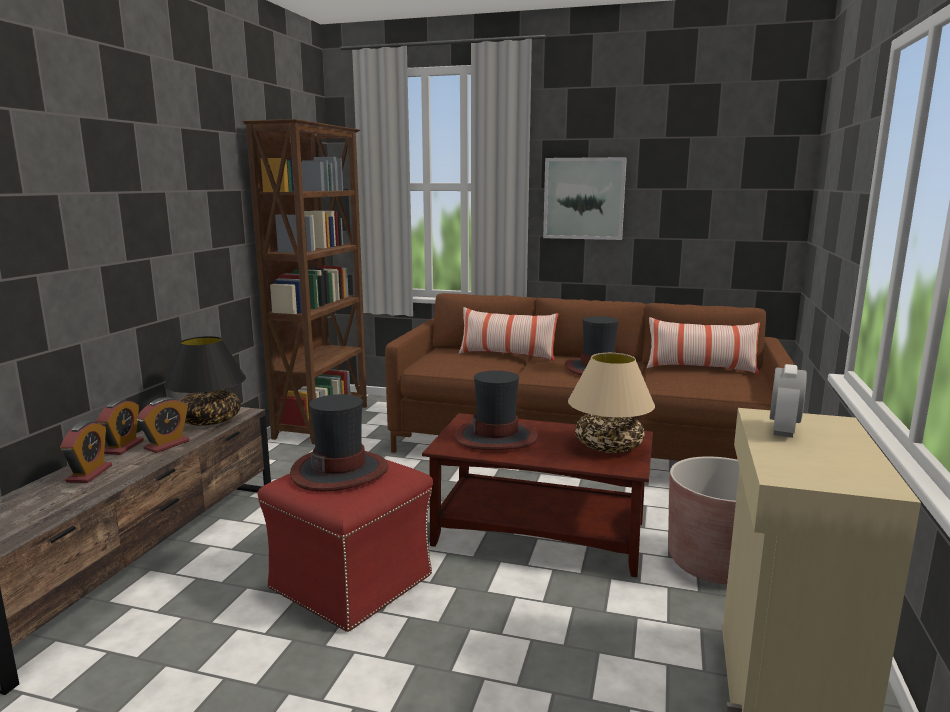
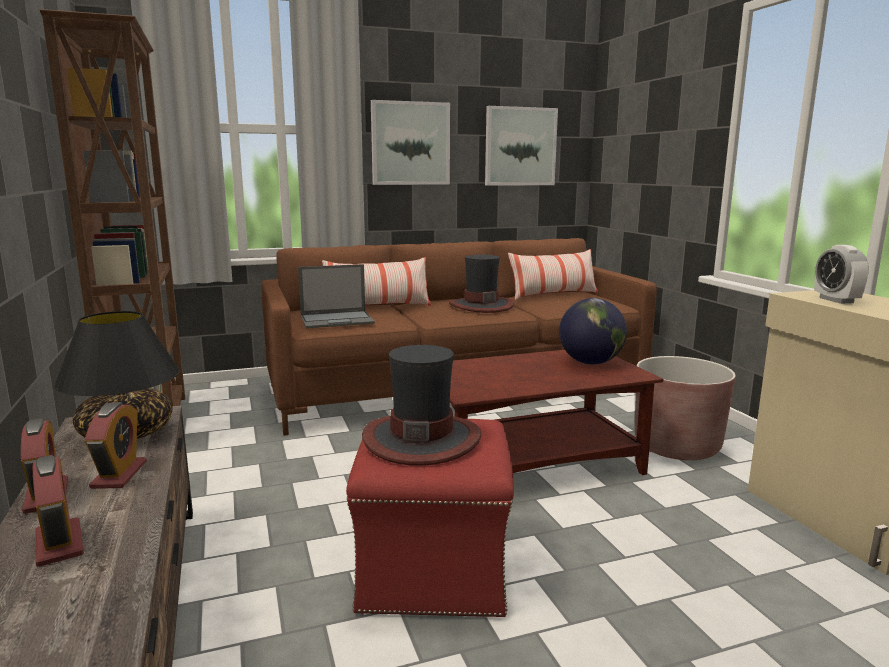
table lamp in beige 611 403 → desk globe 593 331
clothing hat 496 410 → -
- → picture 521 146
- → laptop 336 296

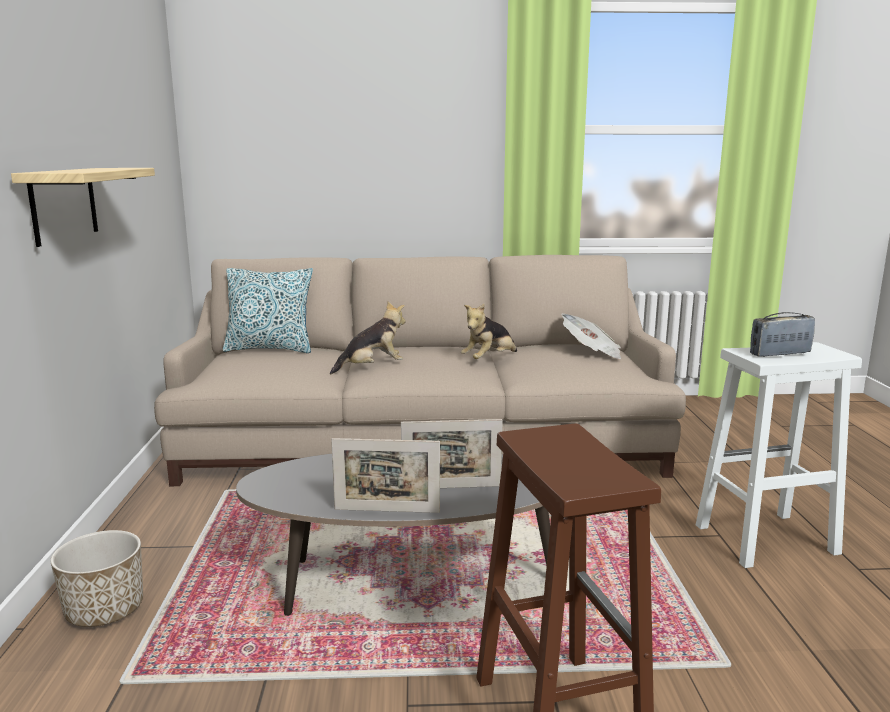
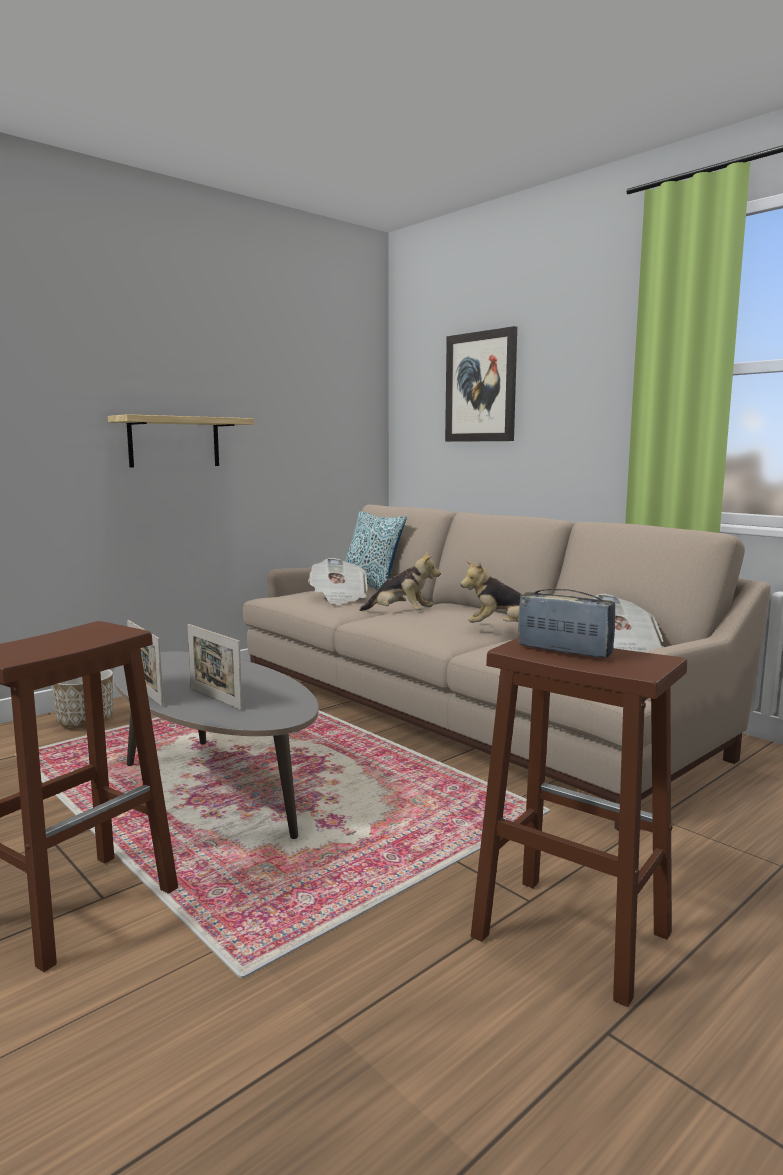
stool in whitish 779 455 → stool in brown 579 822
- → picture 481 384
- → newspaper 337 581

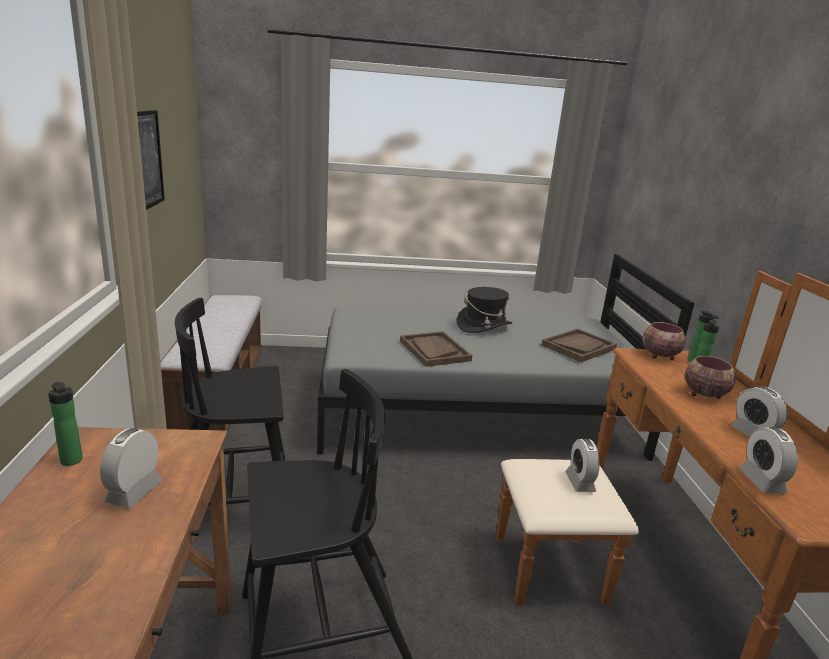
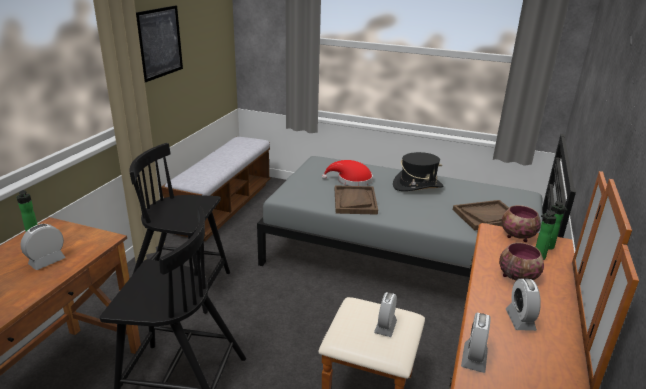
- → clothing hat in red-coloured 347 173

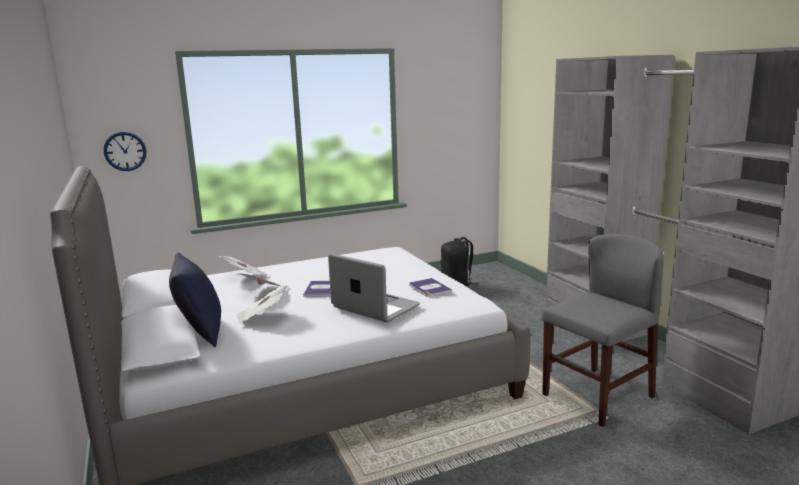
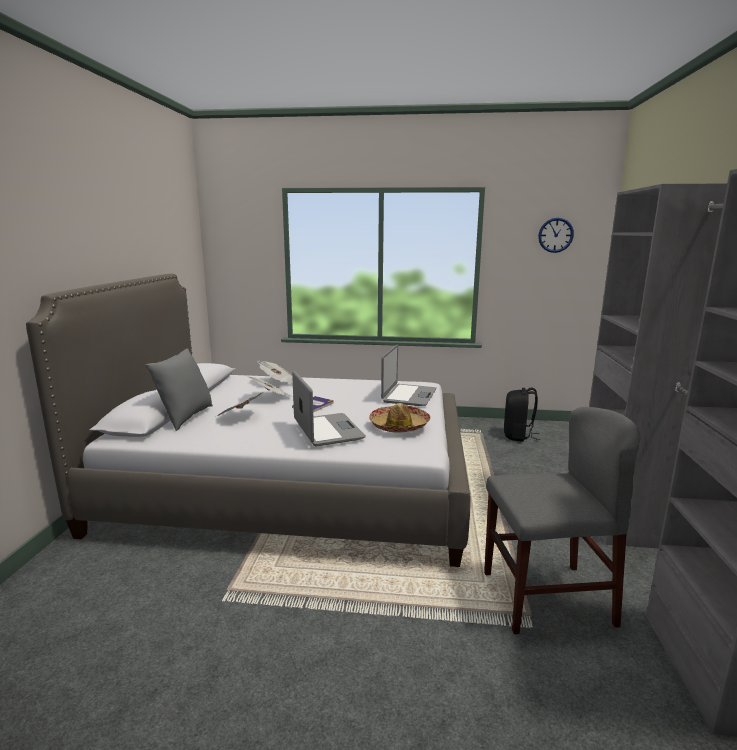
clock on the wall 125 151 → clock on the wall 556 235, shifted
throw pillow in blue 195 300 → throw pillow in greyish 179 390
volume 430 287 → clothing hat 399 418
- → laptop 409 375

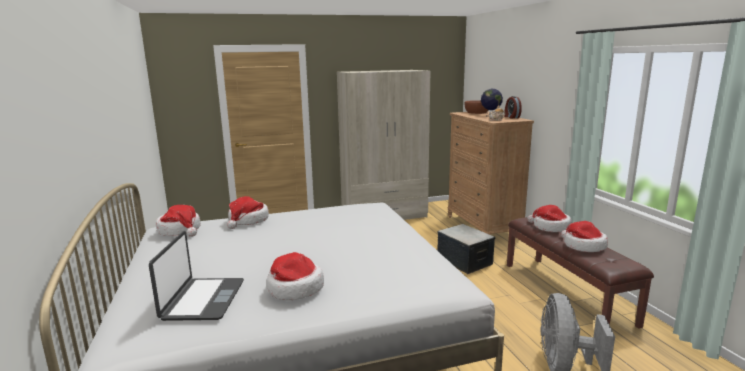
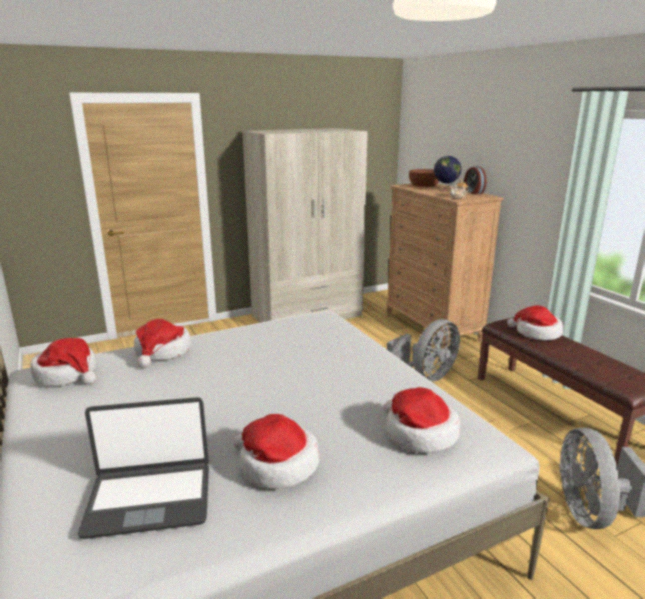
clothing hat 584 236 → clothing hat 422 420, shifted
storage box 466 249 → electric fan in greyish 423 350
laptop 196 276 → laptop 143 468, 90 degrees clockwise

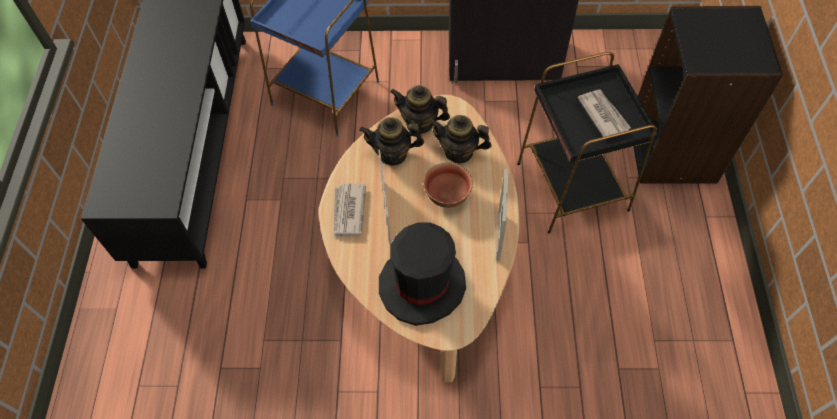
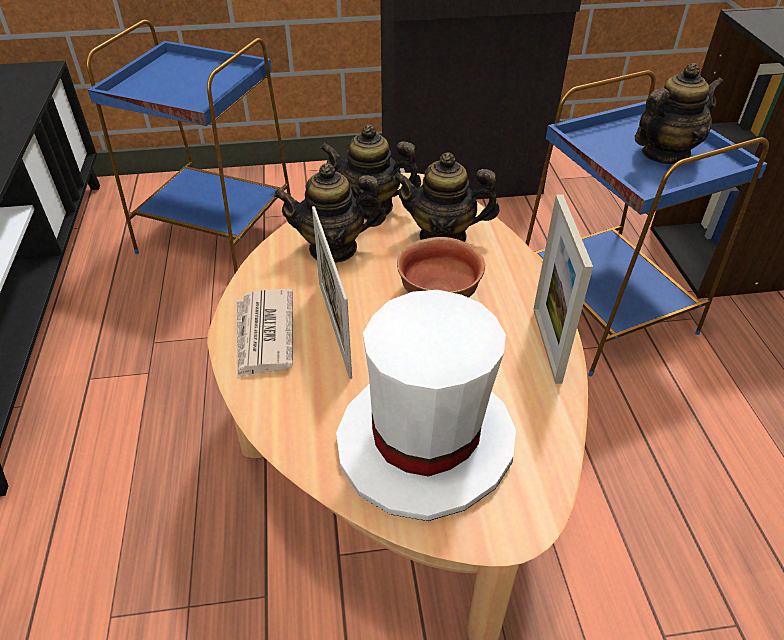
side table in blackish 588 142 → side table in blue 647 223
newspaper 604 113 → teapot 679 113
clothing hat in blackish 422 274 → clothing hat in whitish 426 405

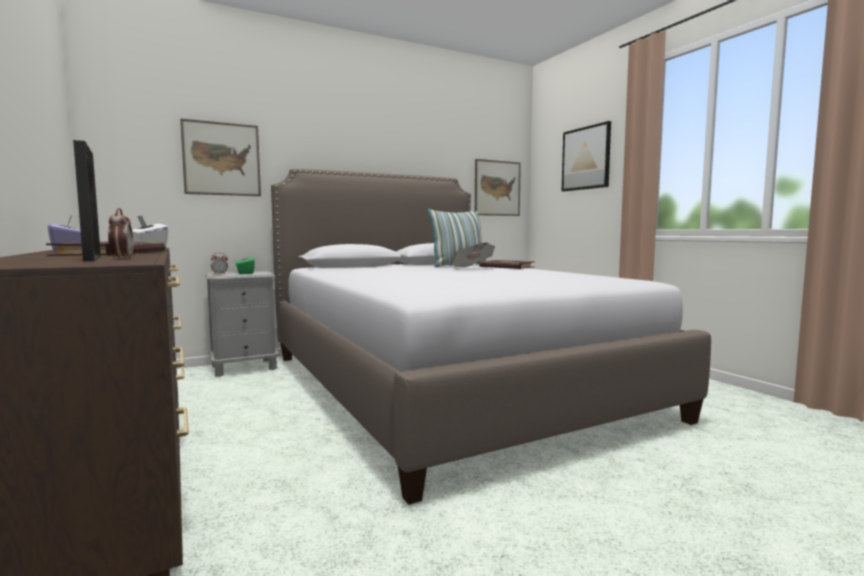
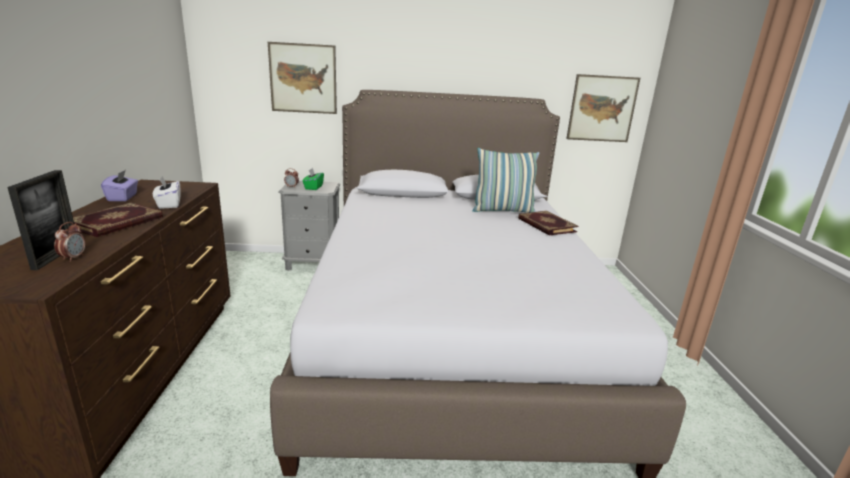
picture 586 156 → -
newspaper 472 255 → -

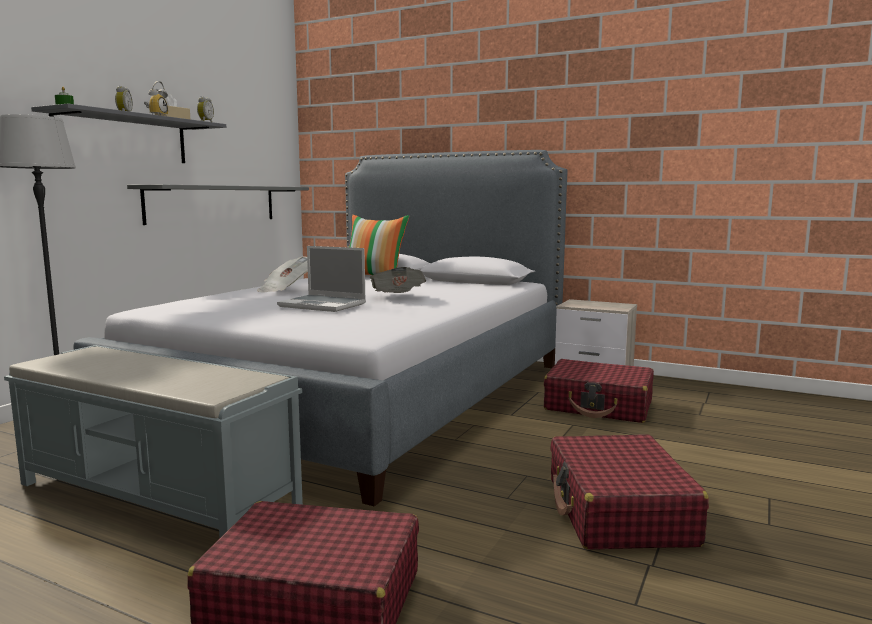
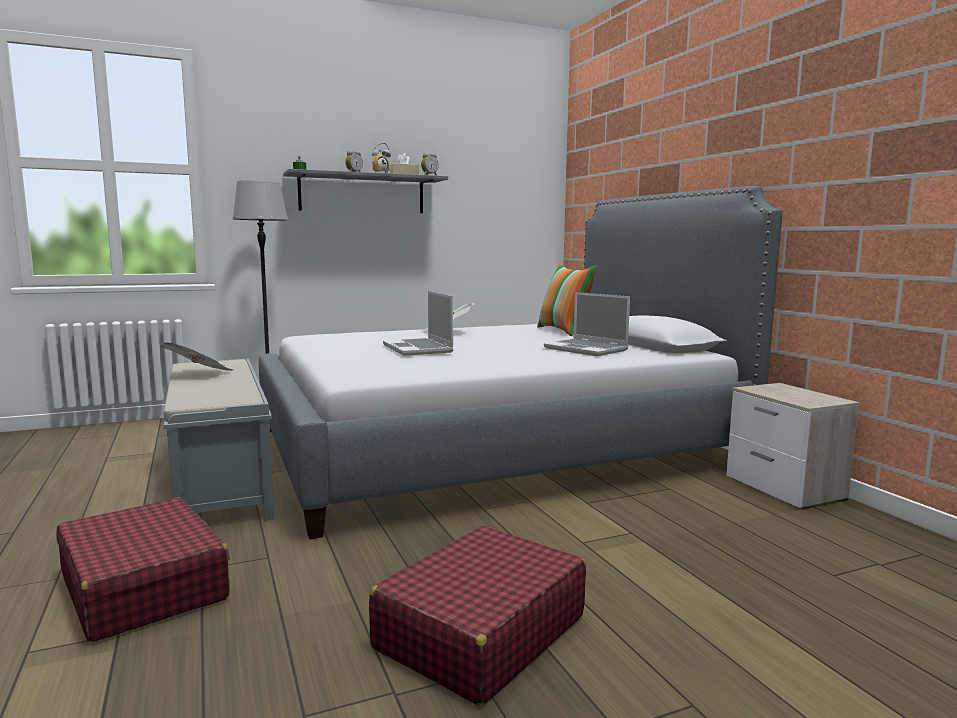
shelf in greyish 218 204 → -
newspaper 398 280 → newspaper 197 357, shifted
travel case in red-coloured 599 391 → -
- → laptop 587 324

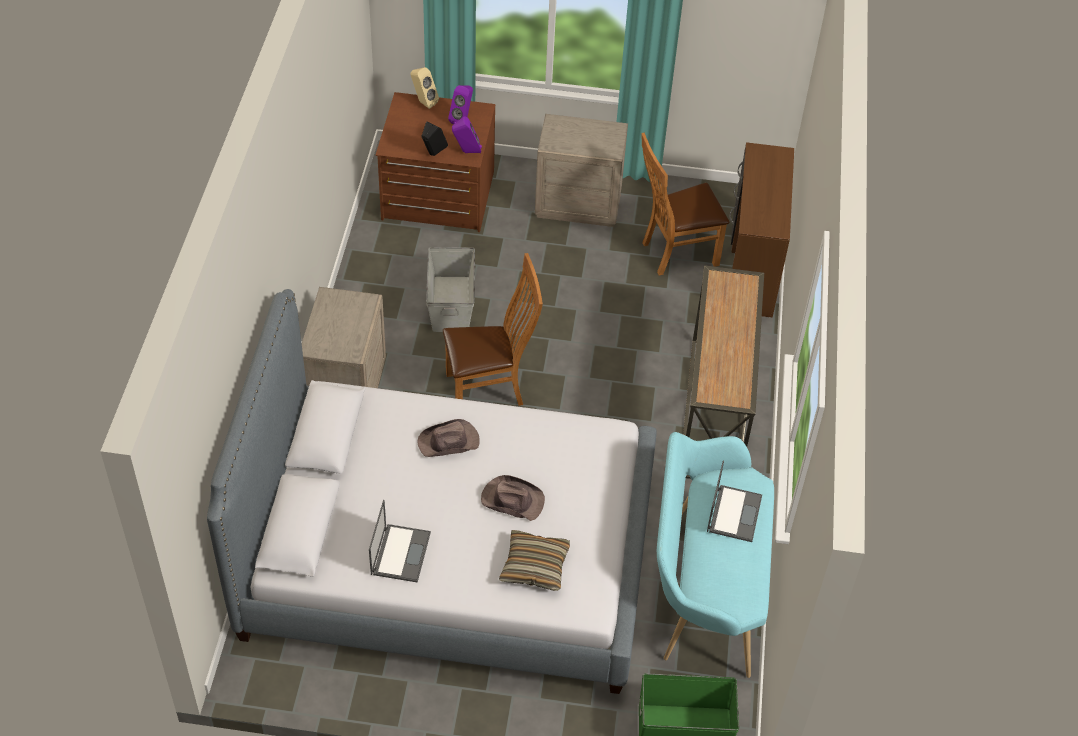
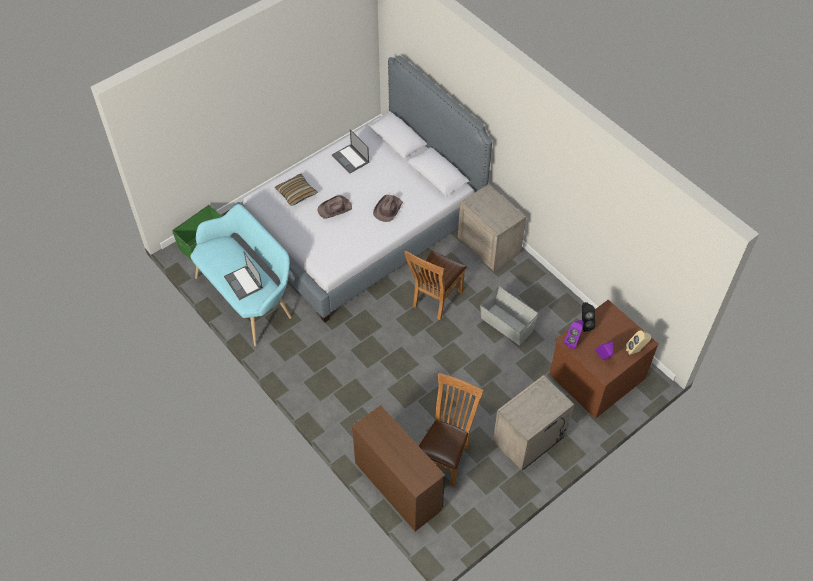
hall table 723 372 → -

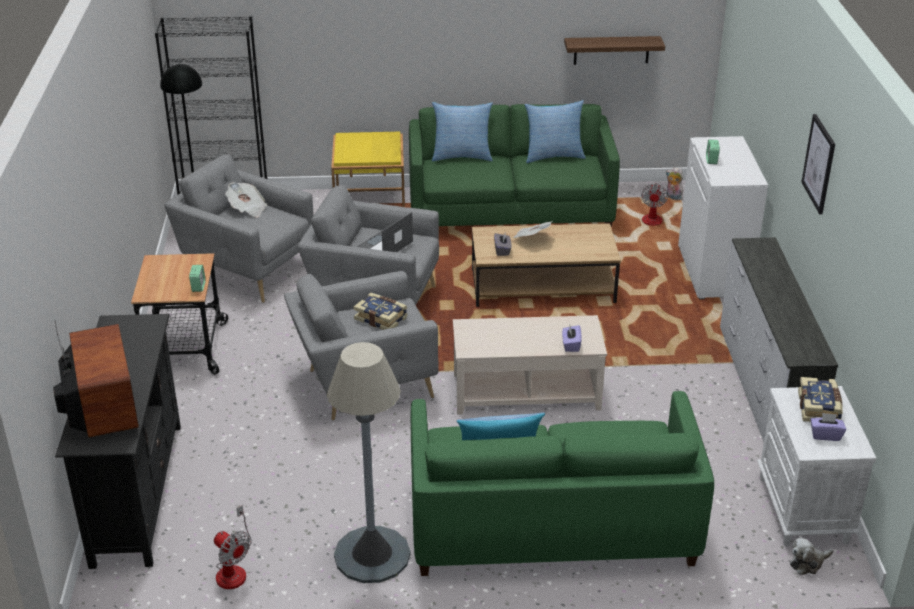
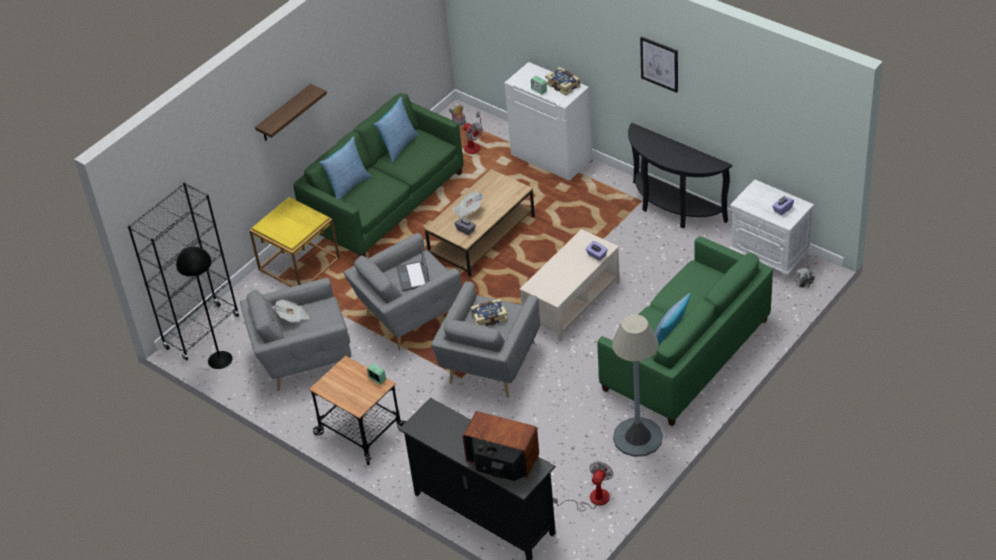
shelf 614 50 → shelf 291 112, shifted
chest of drawers in whitish 779 339 → hall table in blackish 680 175
volume 820 399 → volume 563 81, shifted
electric fan 233 547 → electric fan 583 486, 60 degrees counterclockwise

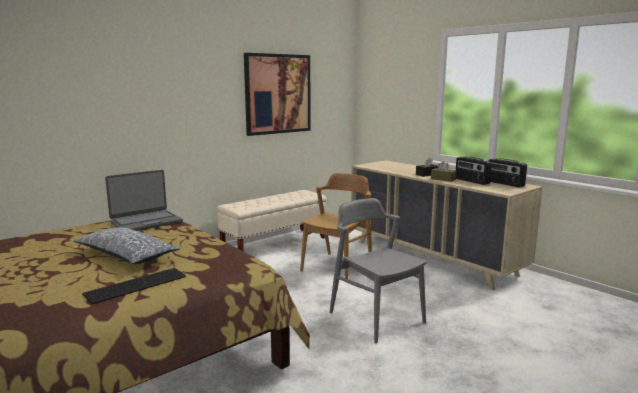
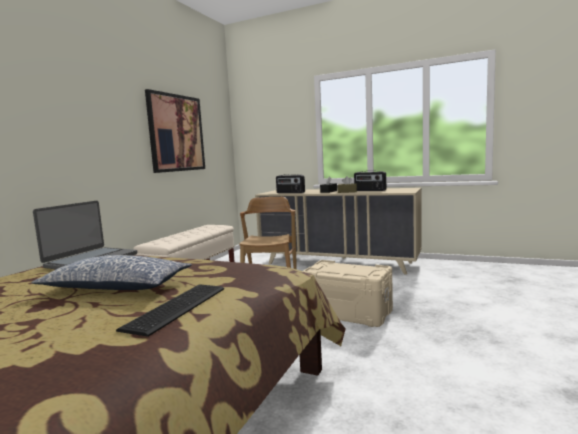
radio set 507 172 → radio set 290 183, shifted
upright chair in greyish 378 270 → storage box in beige 348 293

